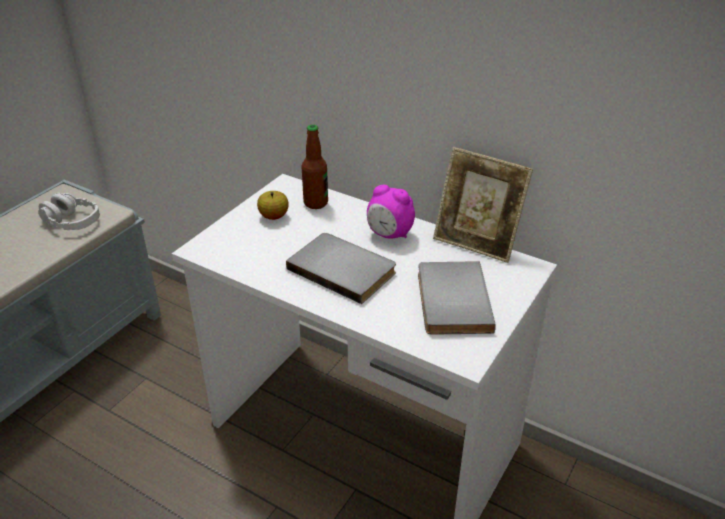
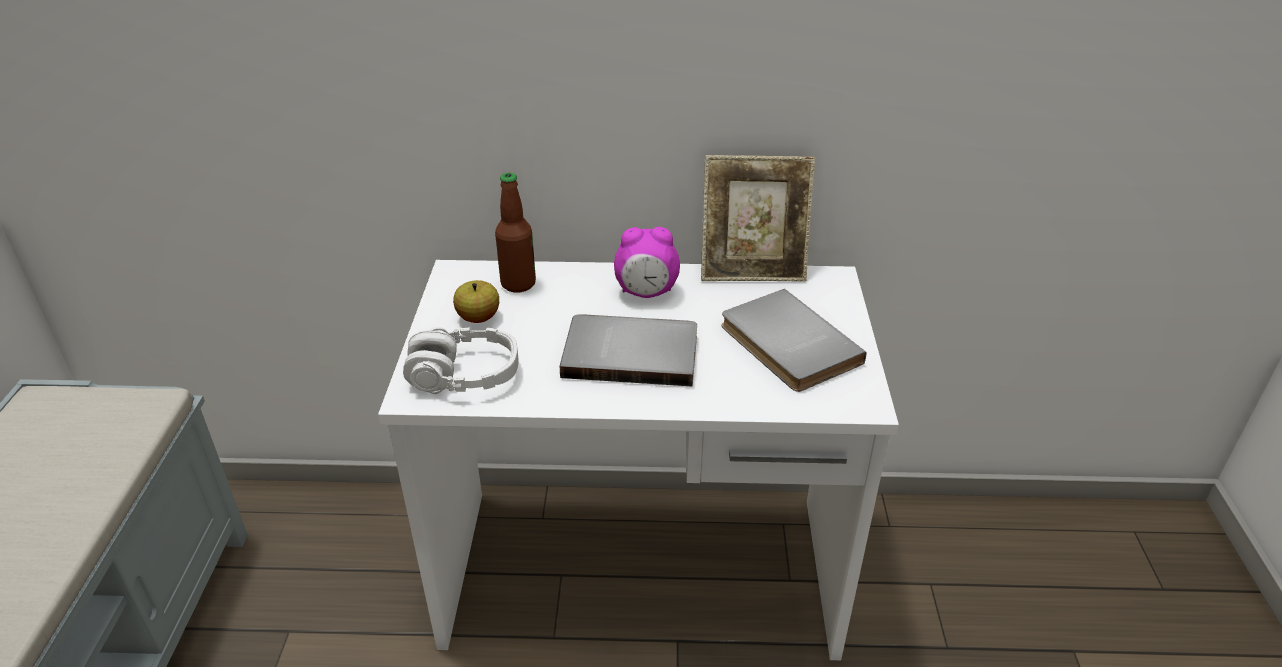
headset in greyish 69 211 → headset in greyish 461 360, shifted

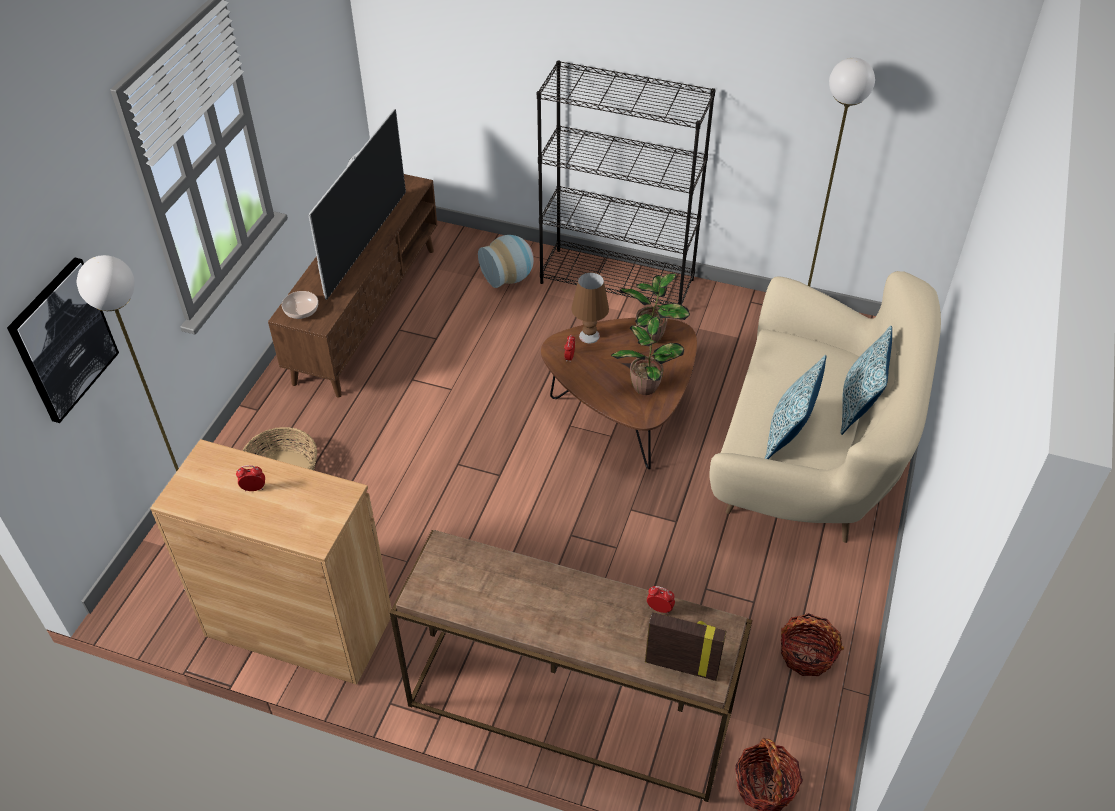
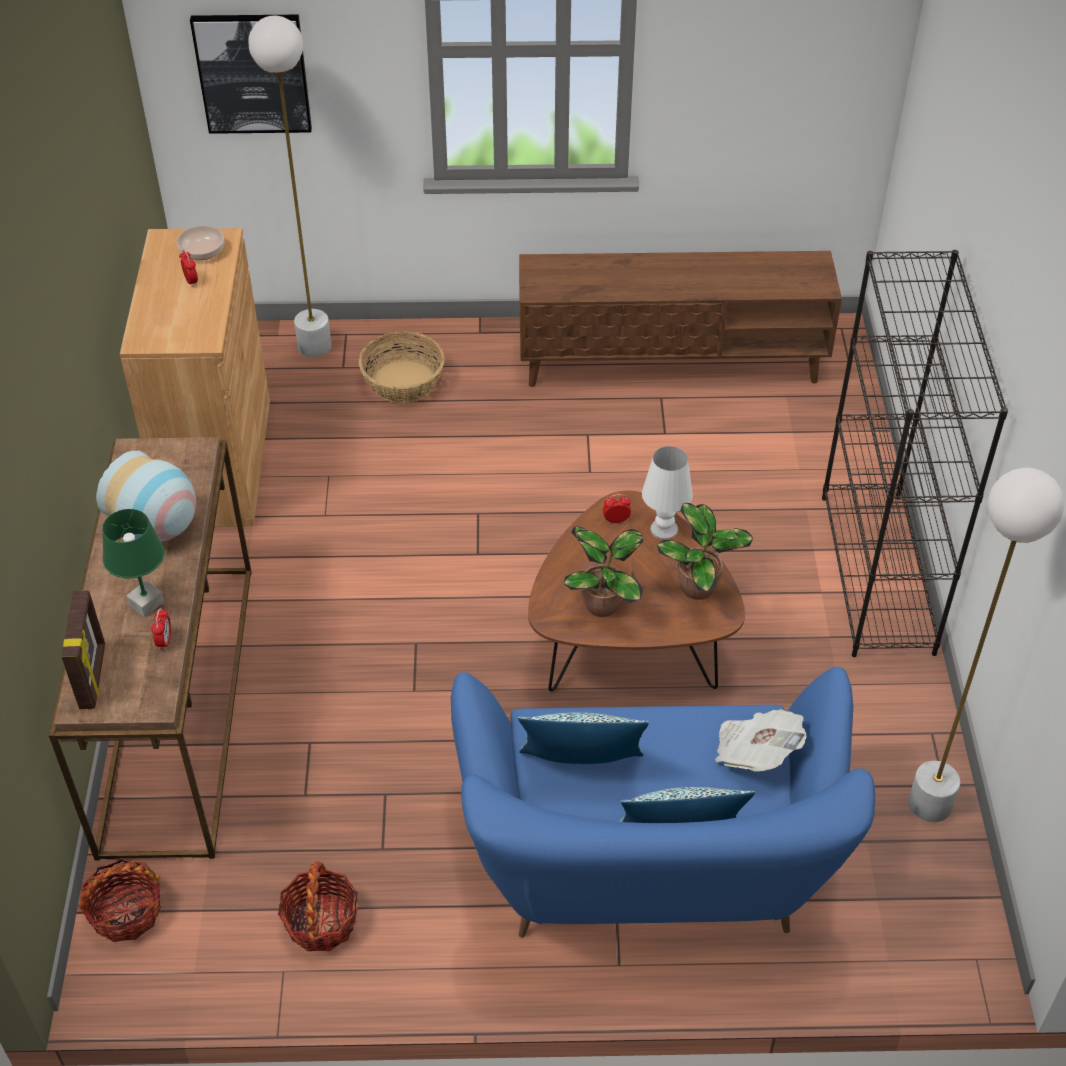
TV set 357 204 → -
flower vase 506 261 → flower vase 146 496, shifted
settee in beige 825 407 → settee in blue 663 802
table lamp in brown 590 307 → table lamp in whitish 667 493
bowl 300 305 → bowl 200 243, shifted
- → table lamp in green-coloured 133 563
- → newspaper 761 740

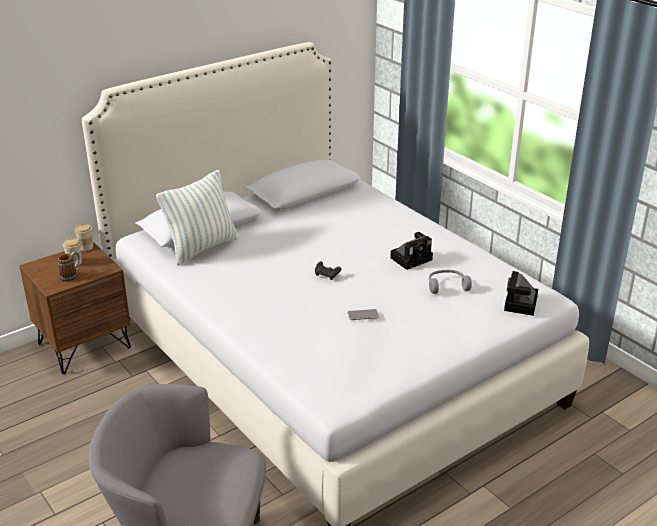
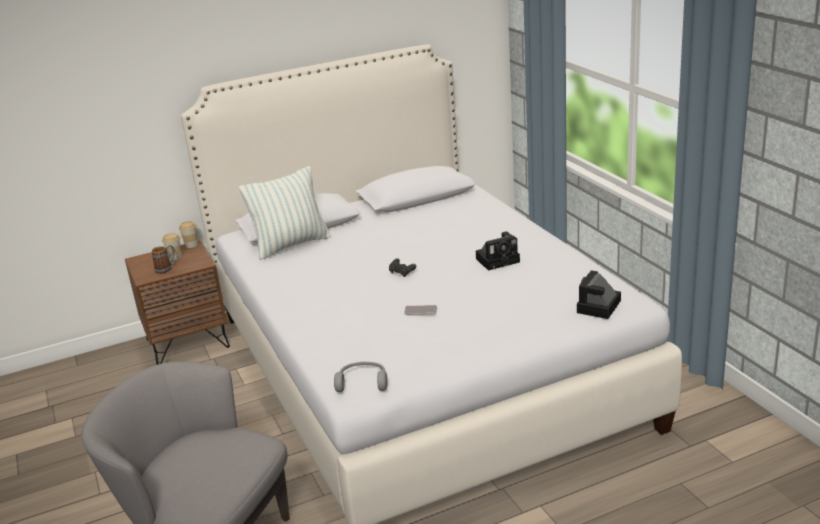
headset in greyish 450 282 → headset in greyish 361 376, shifted

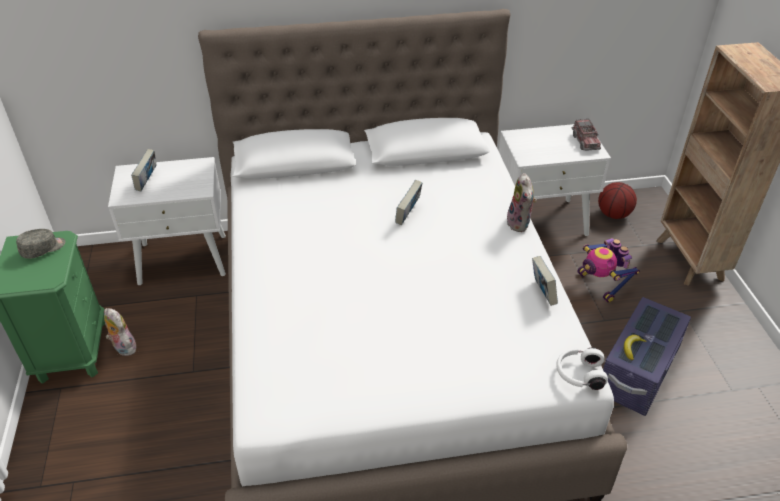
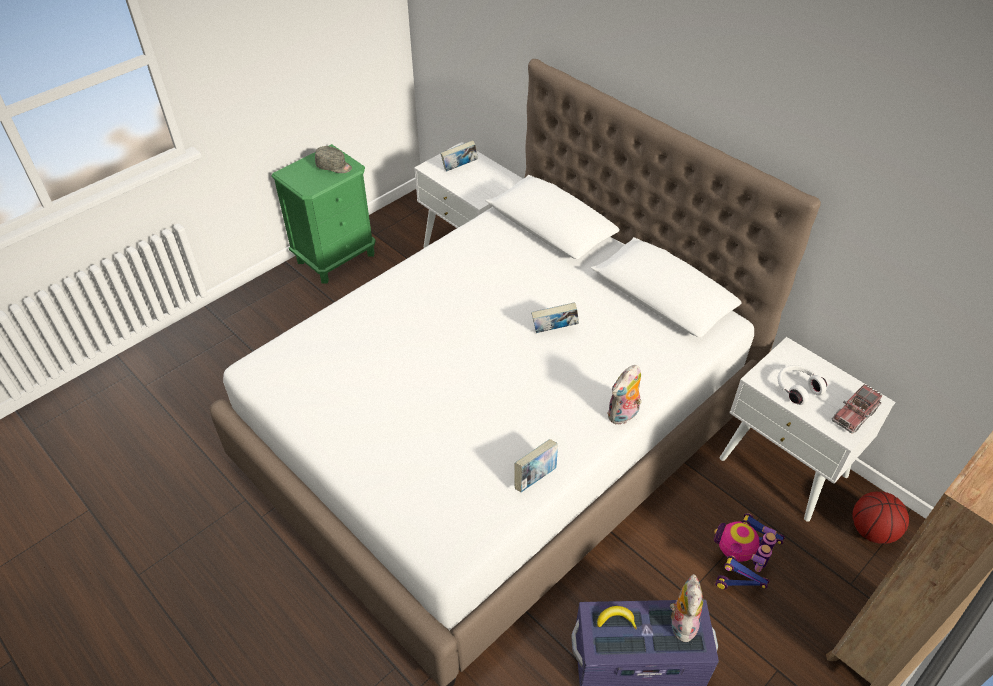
soft toy 120 332 → soft toy 686 608, shifted
headset in whitish 582 368 → headset in whitish 802 385, shifted

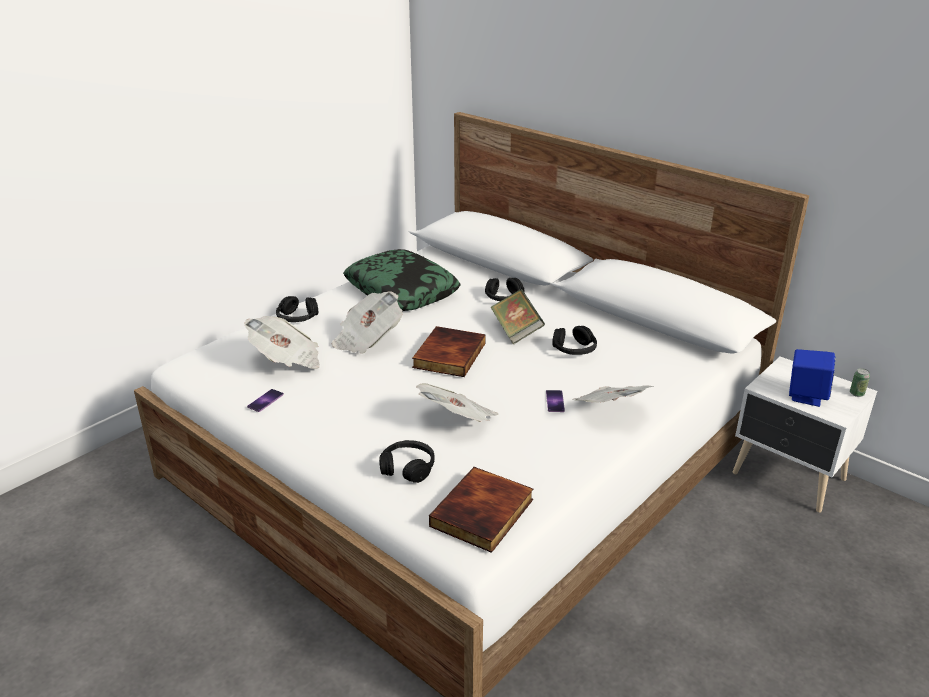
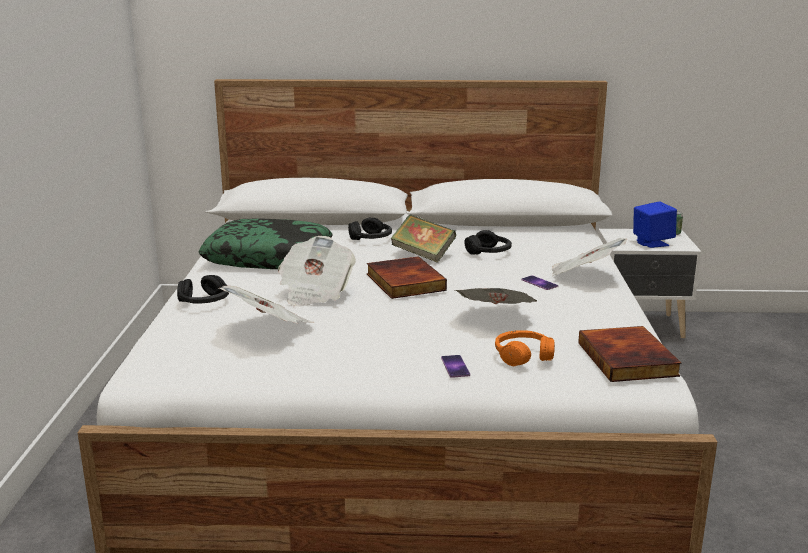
handset 265 400 → handset 455 366, shifted
headset in blackish 407 461 → headset in orangey 525 348

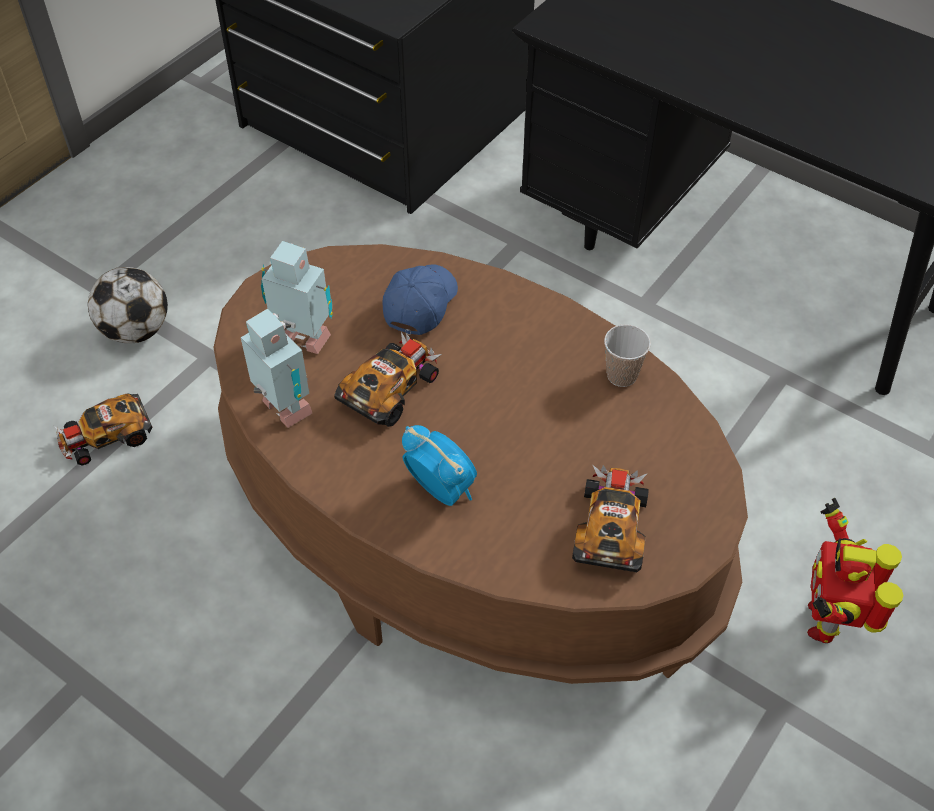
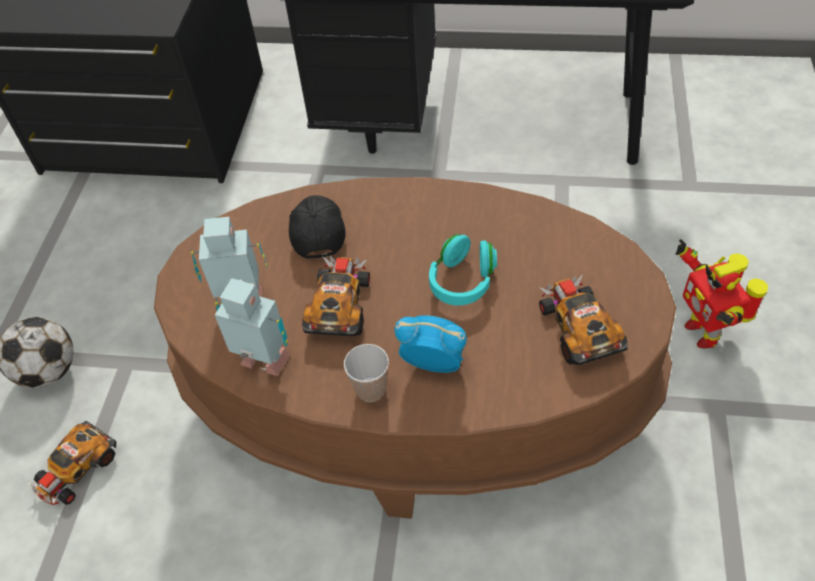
peaked cap in blue 420 299 → peaked cap in blackish 317 227
cup 627 355 → cup 366 373, shifted
- → headset in turquoise-coloured 463 270

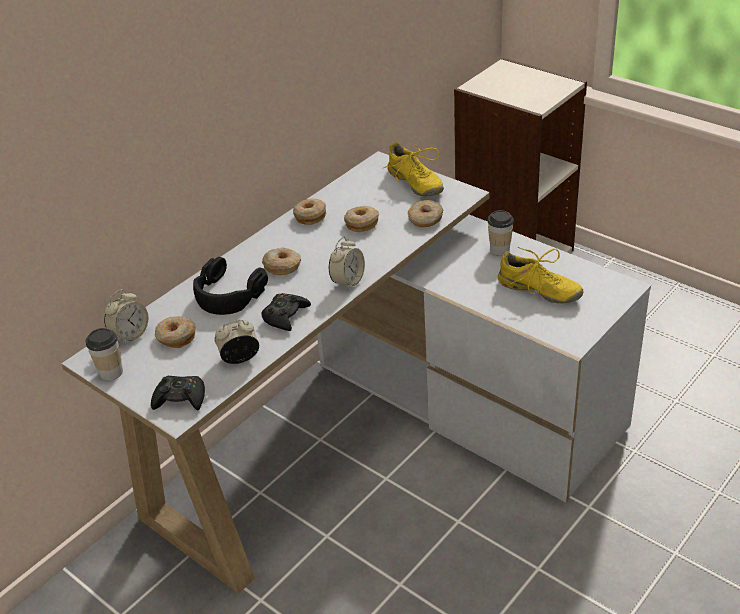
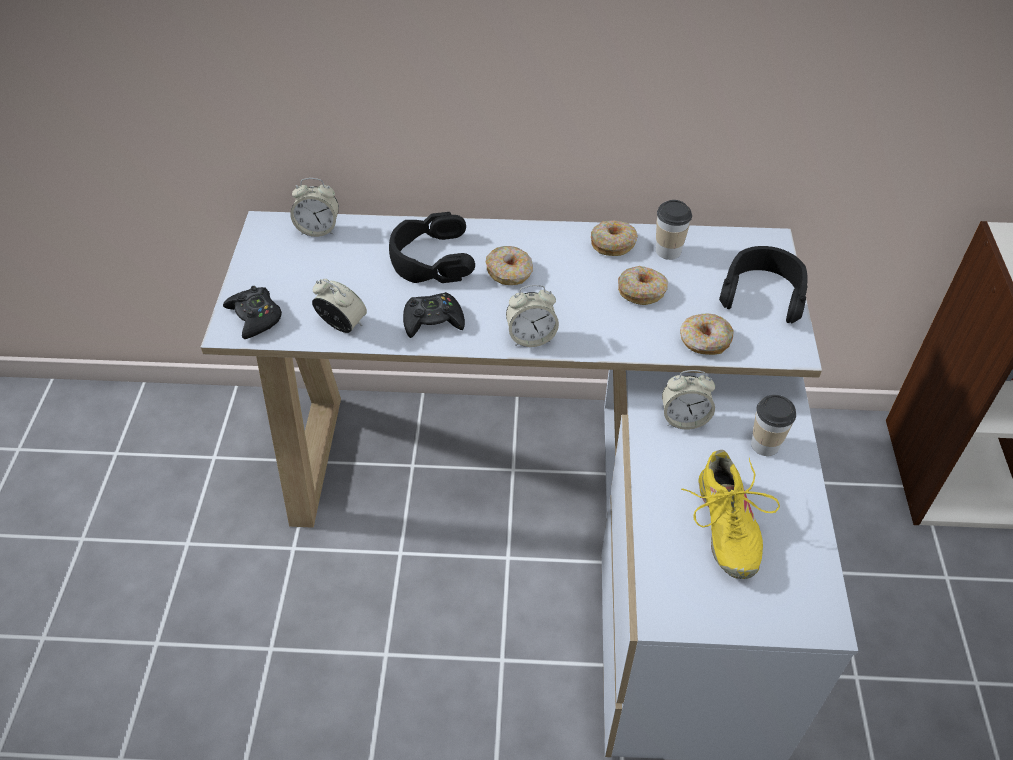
item of footwear in yellowish 413 169 → headset in blackish 763 285
donut 175 332 → -
cup 104 354 → cup 674 230, shifted
- → table clock 688 400

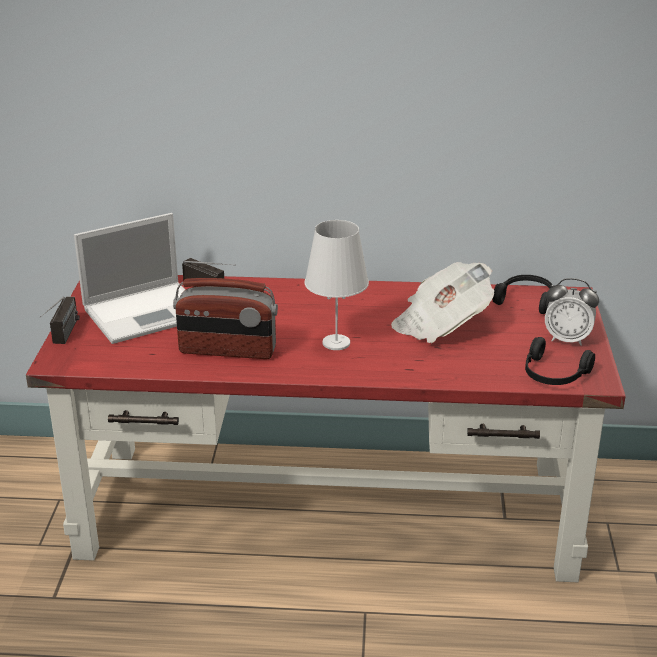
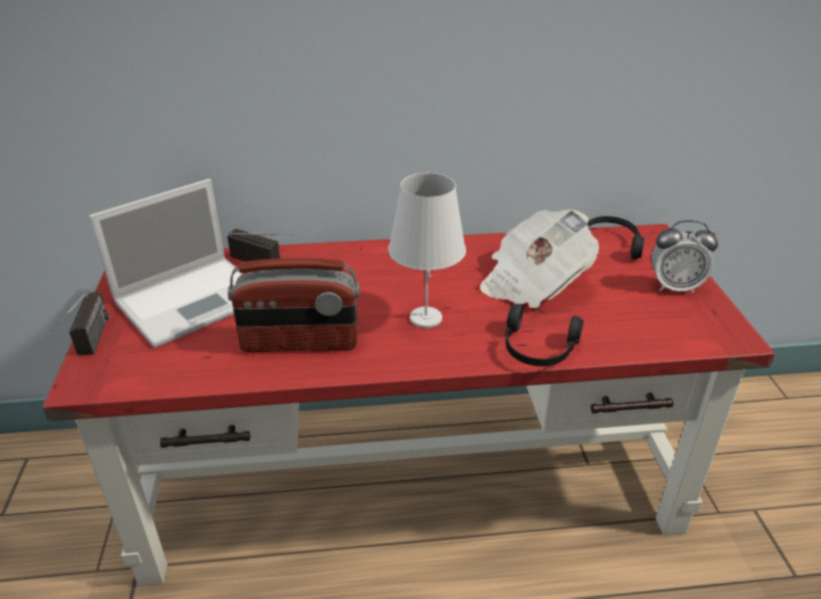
headset in blackish 560 361 → headset in blackish 544 335, shifted

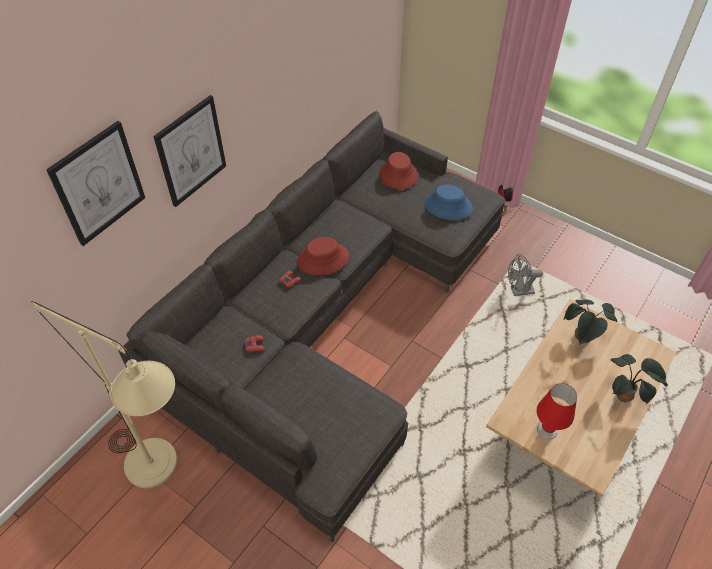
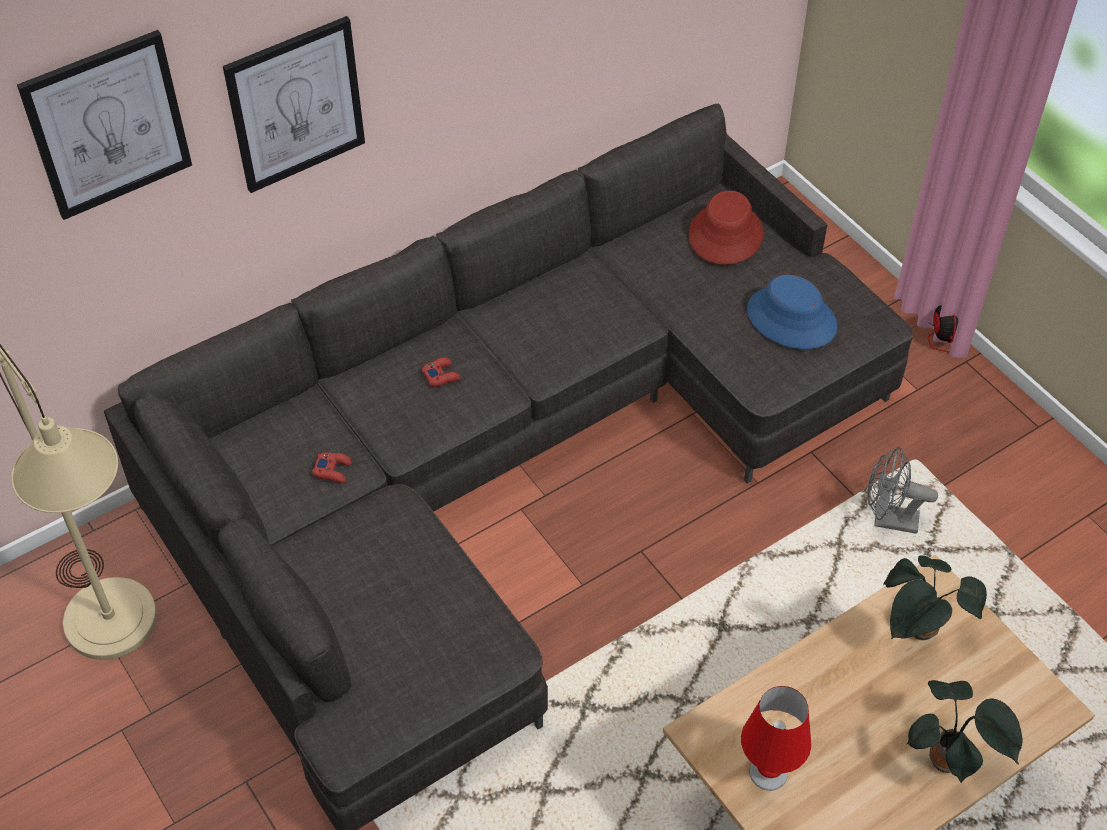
clothing hat in red-coloured 323 256 → -

